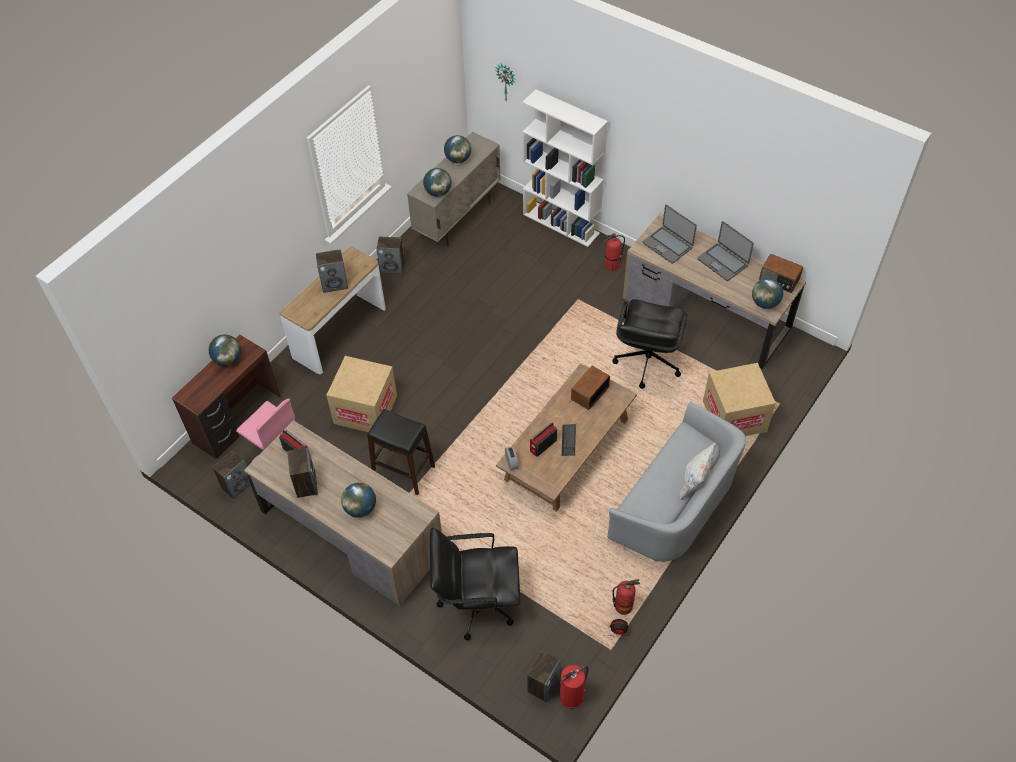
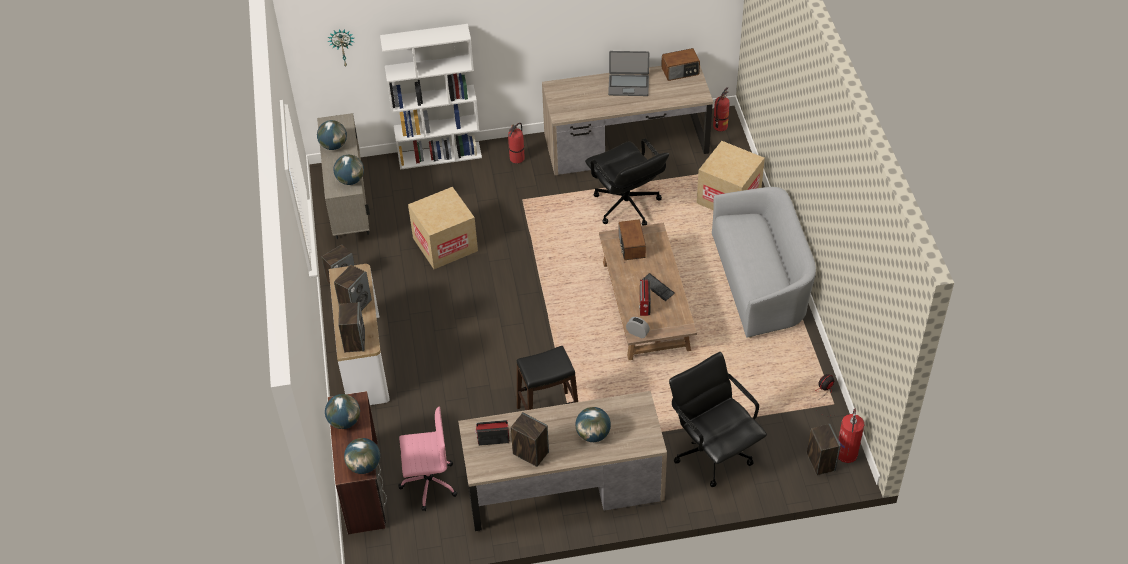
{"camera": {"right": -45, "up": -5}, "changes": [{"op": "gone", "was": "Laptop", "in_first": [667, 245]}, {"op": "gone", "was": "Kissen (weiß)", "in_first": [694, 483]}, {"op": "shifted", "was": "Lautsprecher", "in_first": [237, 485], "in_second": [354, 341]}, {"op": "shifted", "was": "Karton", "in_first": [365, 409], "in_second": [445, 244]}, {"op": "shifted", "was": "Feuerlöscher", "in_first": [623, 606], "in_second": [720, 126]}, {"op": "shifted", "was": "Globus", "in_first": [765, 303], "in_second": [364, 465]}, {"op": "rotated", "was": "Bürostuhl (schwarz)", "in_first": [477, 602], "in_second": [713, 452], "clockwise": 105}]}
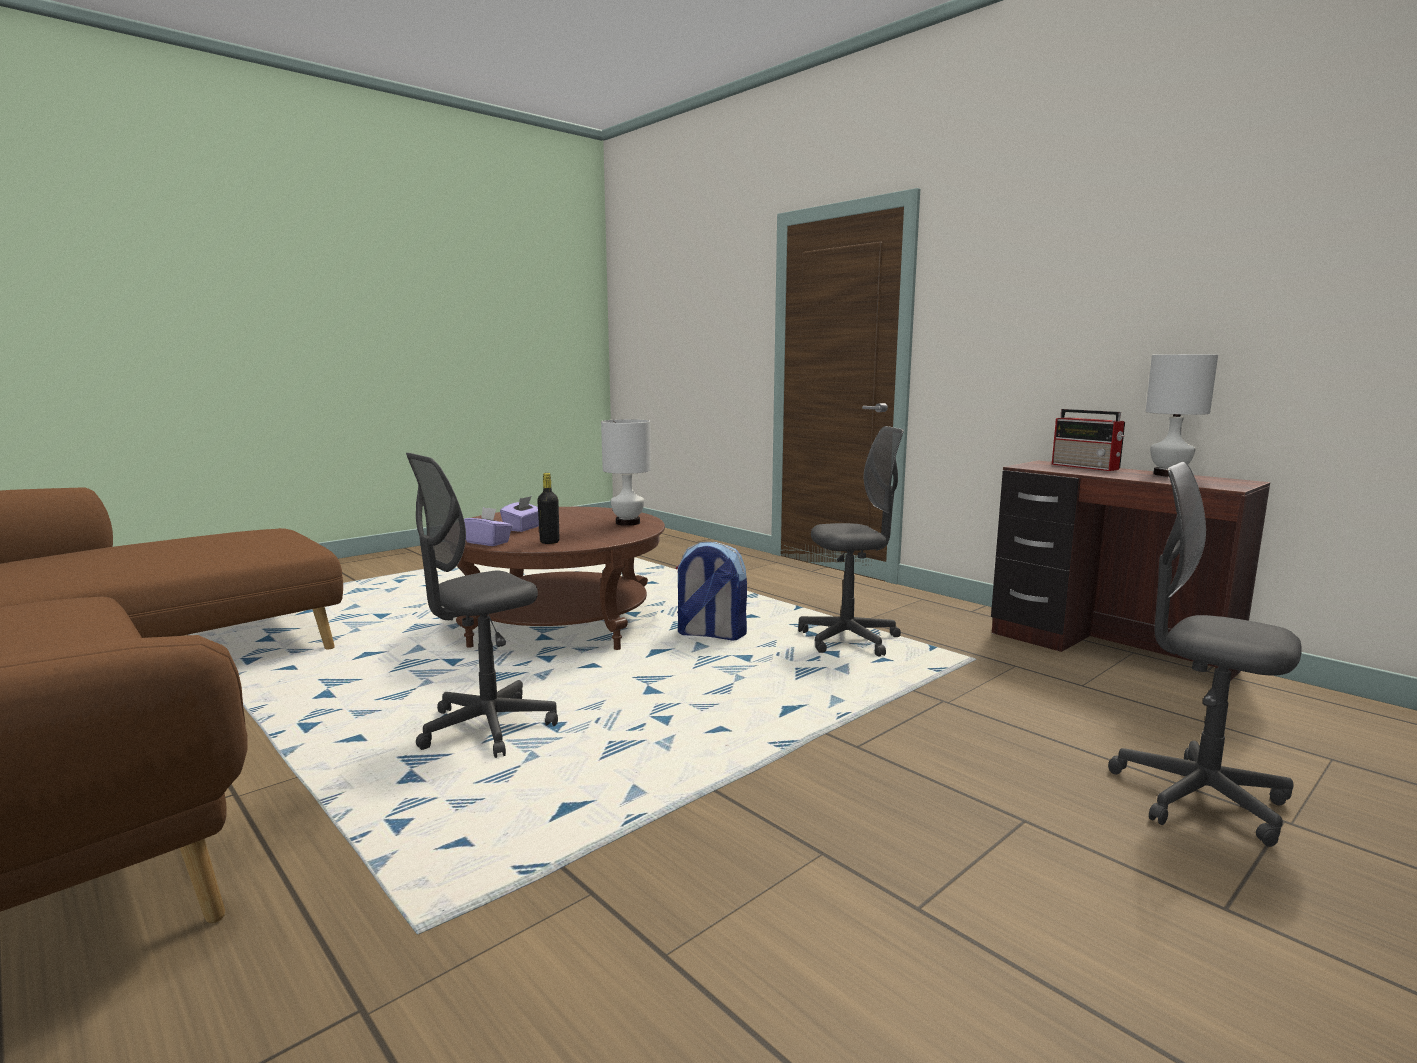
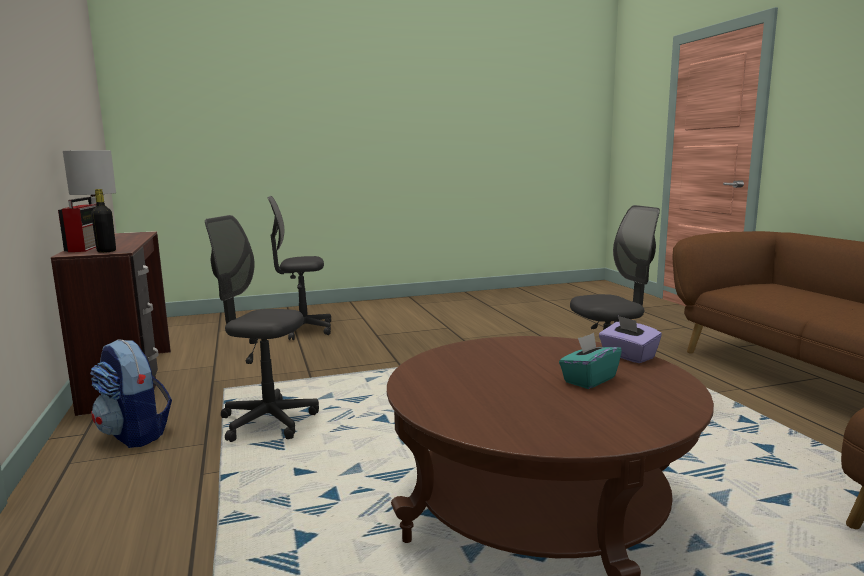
{"camera": {"right": -155, "up": 0}, "changes": [{"op": "gone", "was": "Tischlampe (weiß)", "in_first": [628, 523]}, {"op": "shifted", "was": "Flasche (schwarz)", "in_first": [549, 542], "in_second": [106, 251]}, {"op": "shifted", "was": "Rucksack", "in_first": [710, 635], "in_second": [135, 435]}, {"op": "repainted", "was": "Taschentuchbox (lila)", "now": "Taschentuchbox (türkis)", "in_first": [524, 528], "in_second": [589, 380]}, {"op": "rotated", "was": "Bürostuhl (grau)", "in_first": [1198, 798], "in_second": [302, 331], "clockwise": 105}]}
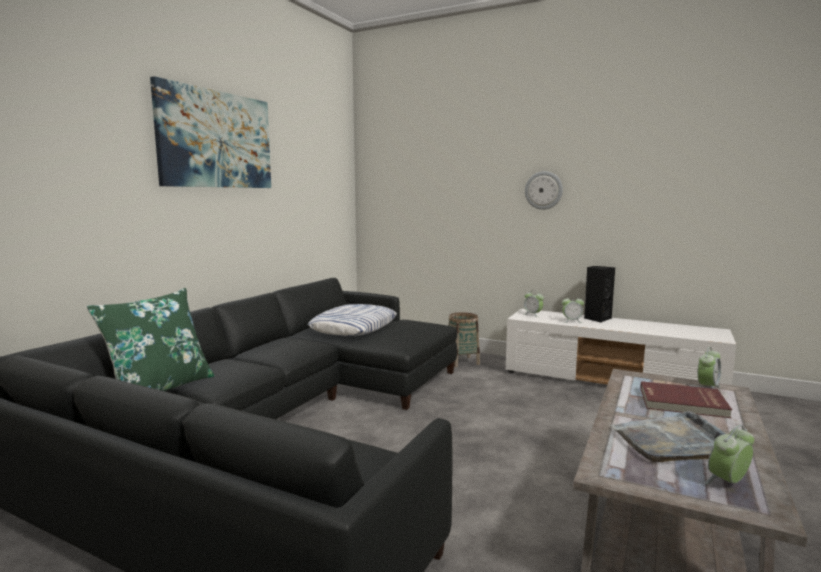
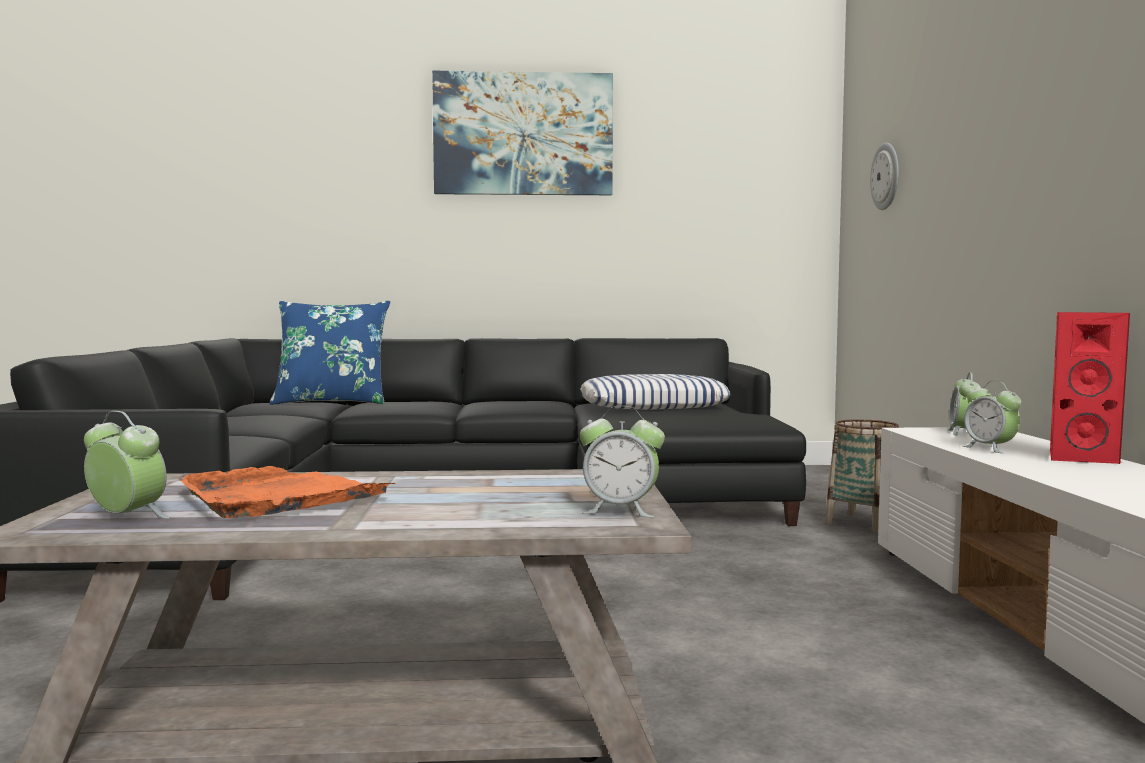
{"camera": {"right": 60, "up": -5}, "changes": [{"op": "gone", "was": "Buch (rot)", "in_first": [682, 403]}, {"op": "shifted", "was": "Wanduhr", "in_first": [543, 190], "in_second": [886, 176]}, {"op": "repainted", "was": "Kissen (grün)", "now": "Kissen (blau)", "in_first": [160, 389], "in_second": [332, 402]}, {"op": "repainted", "was": "Lautsprecher (schwarz)", "now": "Lautsprecher (rot)", "in_first": [597, 319], "in_second": [1079, 458]}, {"op": "repainted", "was": "Tablett (grau)", "now": "Tablett (orange)", "in_first": [673, 441], "in_second": [279, 498]}]}
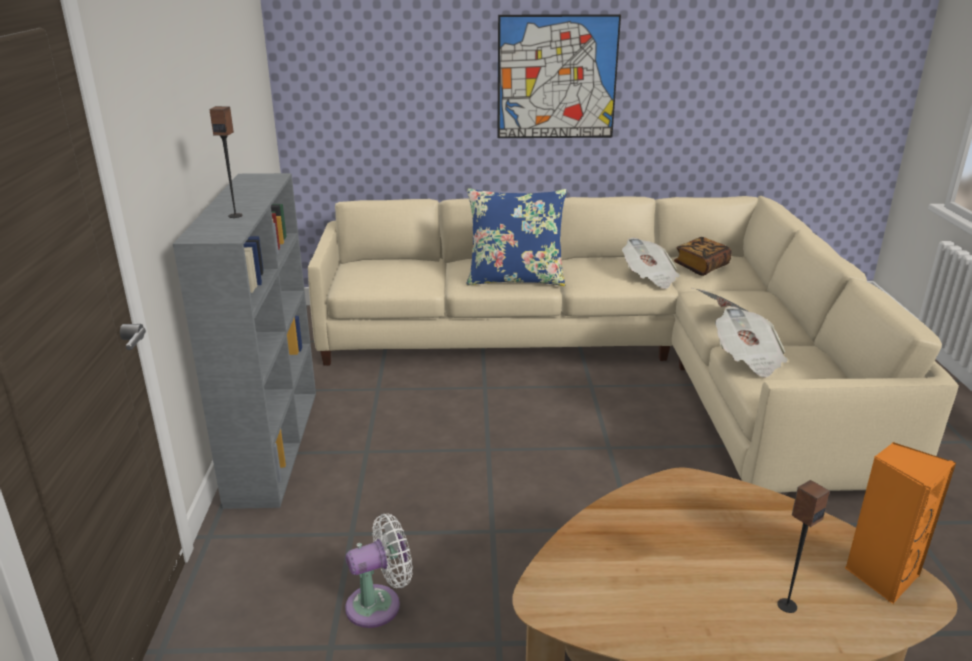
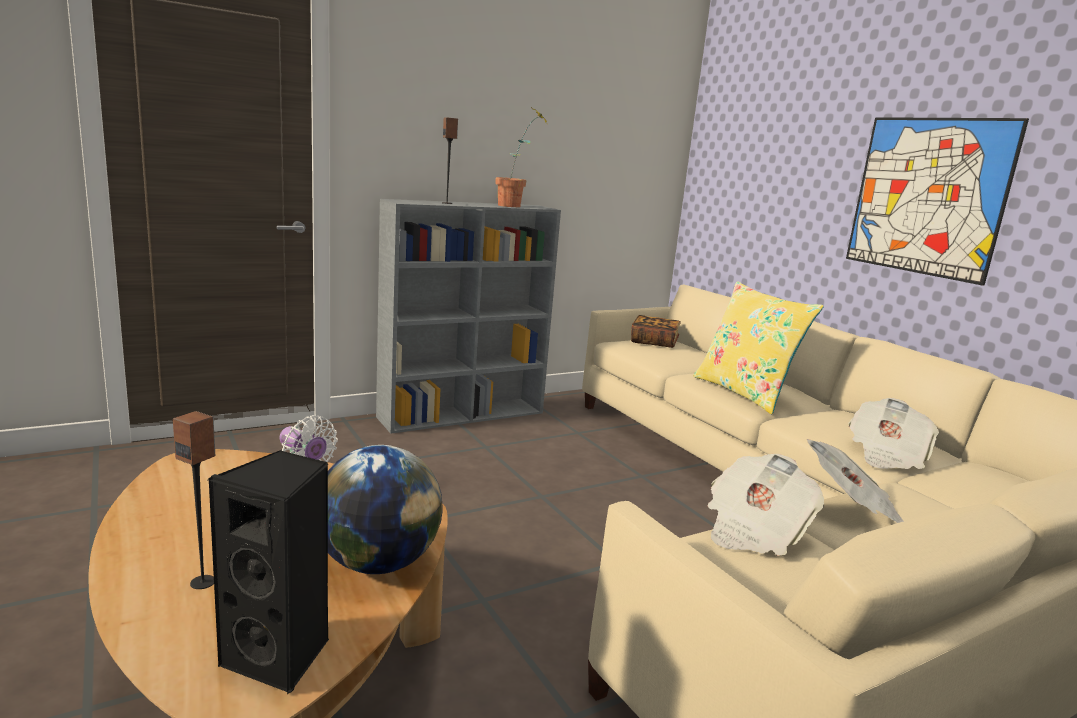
{"camera": {"right": 60, "up": -10}, "changes": [{"op": "new", "now": "Globus", "in_second": [377, 563]}, {"op": "new", "now": "Topfpflanze", "in_second": [516, 206]}, {"op": "shifted", "was": "Buch", "in_first": [701, 267], "in_second": [654, 342]}, {"op": "repainted", "was": "Kissen (blau)", "now": "Kissen (gelb)", "in_first": [515, 279], "in_second": [744, 393]}, {"op": "repainted", "was": "Lautsprecher (orange)", "now": "Lautsprecher (schwarz)", "in_first": [880, 575], "in_second": [281, 656]}]}
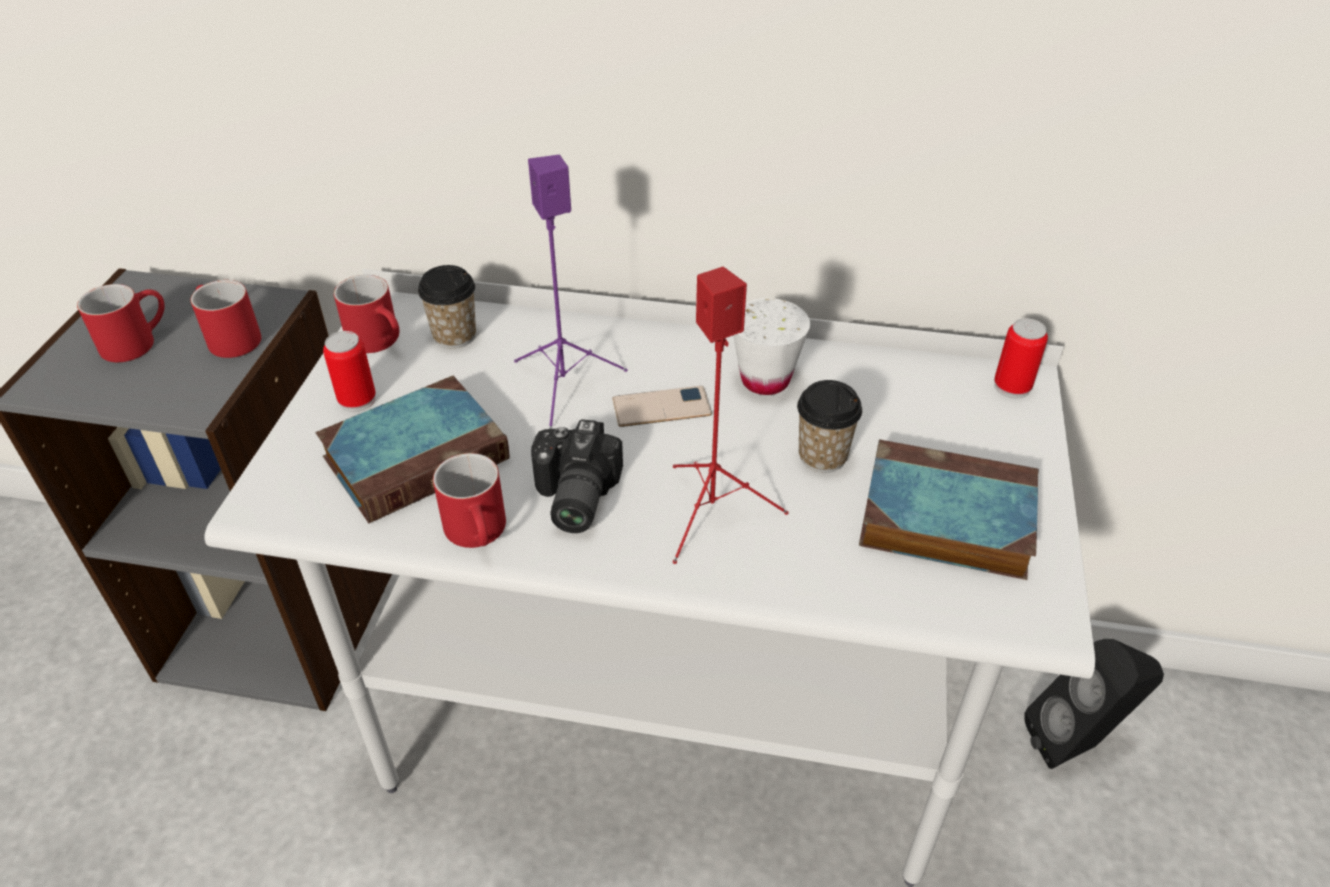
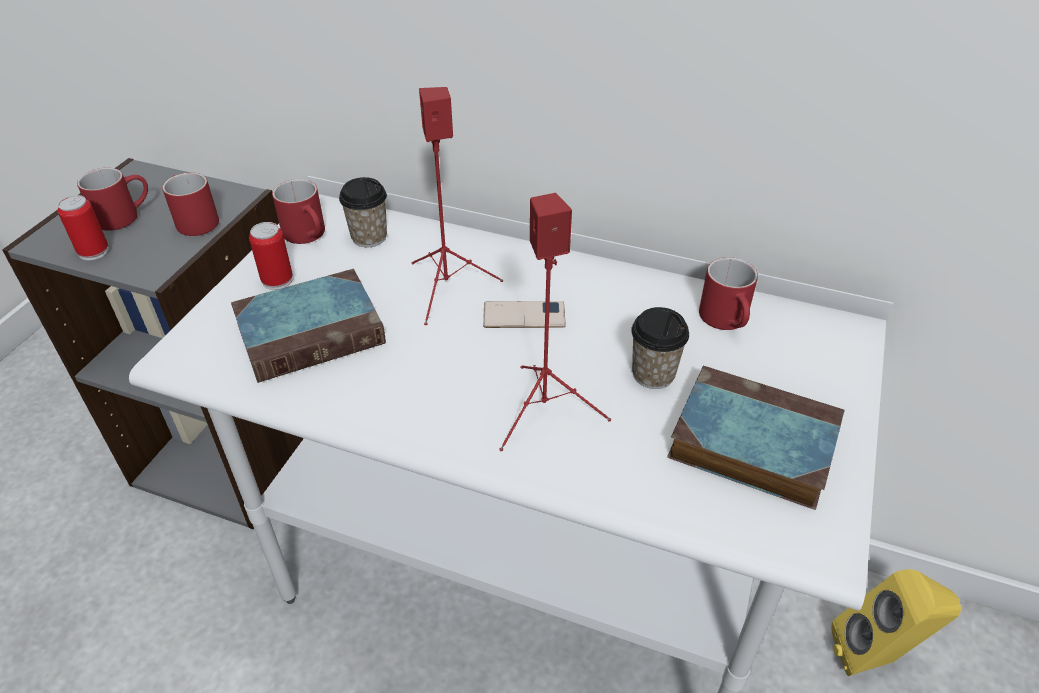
{"camera": {"right": 10, "up": 0}, "changes": [{"op": "gone", "was": "Kamera", "in_first": [571, 498]}, {"op": "gone", "was": "Tasse (weiß)", "in_first": [765, 380]}, {"op": "shifted", "was": "Henkelbecher (rot)", "in_first": [480, 533], "in_second": [728, 321]}, {"op": "shifted", "was": "Dose", "in_first": [1012, 387], "in_second": [93, 251]}, {"op": "repainted", "was": "Lautsprecher (lila)", "now": "Lautsprecher (rot)", "in_first": [564, 387], "in_second": [447, 289]}, {"op": "repainted", "was": "Lautsprecher (schwarz)", "now": "Lautsprecher (gelb)", "in_first": [1075, 743], "in_second": [875, 656]}]}
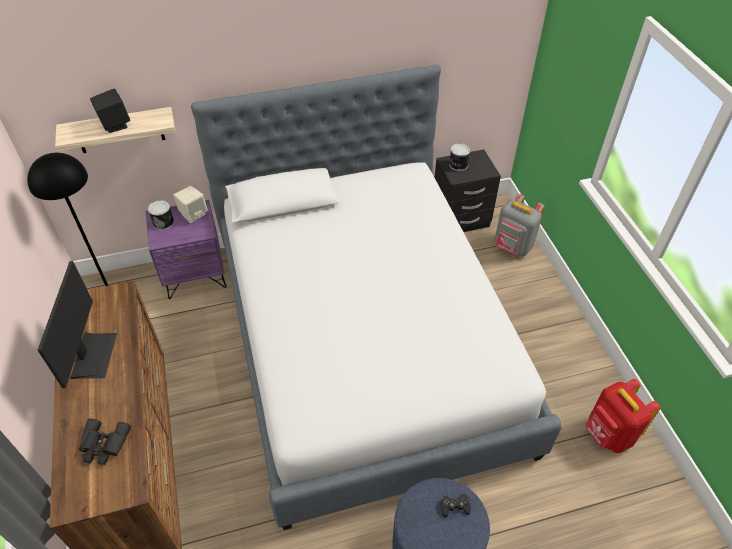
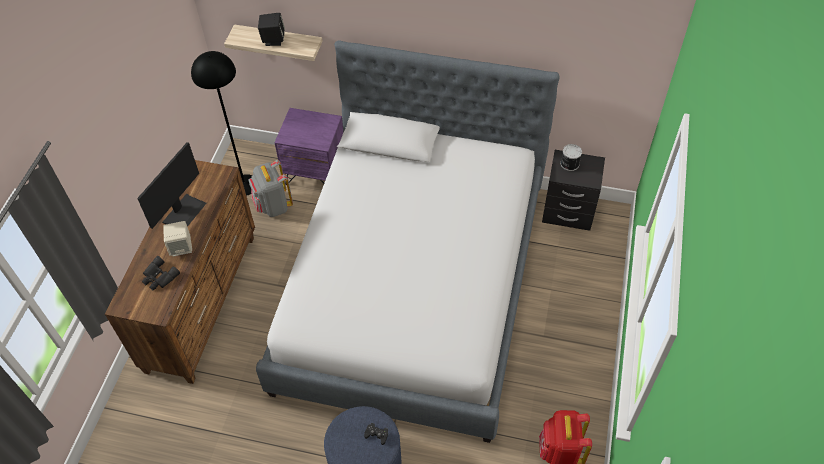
{"camera": {"right": 30, "up": 5}, "changes": [{"op": "gone", "was": "Dose", "in_first": [164, 222]}, {"op": "shifted", "was": "Lautsprecher (beige)", "in_first": [193, 214], "in_second": [181, 247]}, {"op": "shifted", "was": "Rucksack (grau)", "in_first": [512, 247], "in_second": [273, 206]}]}
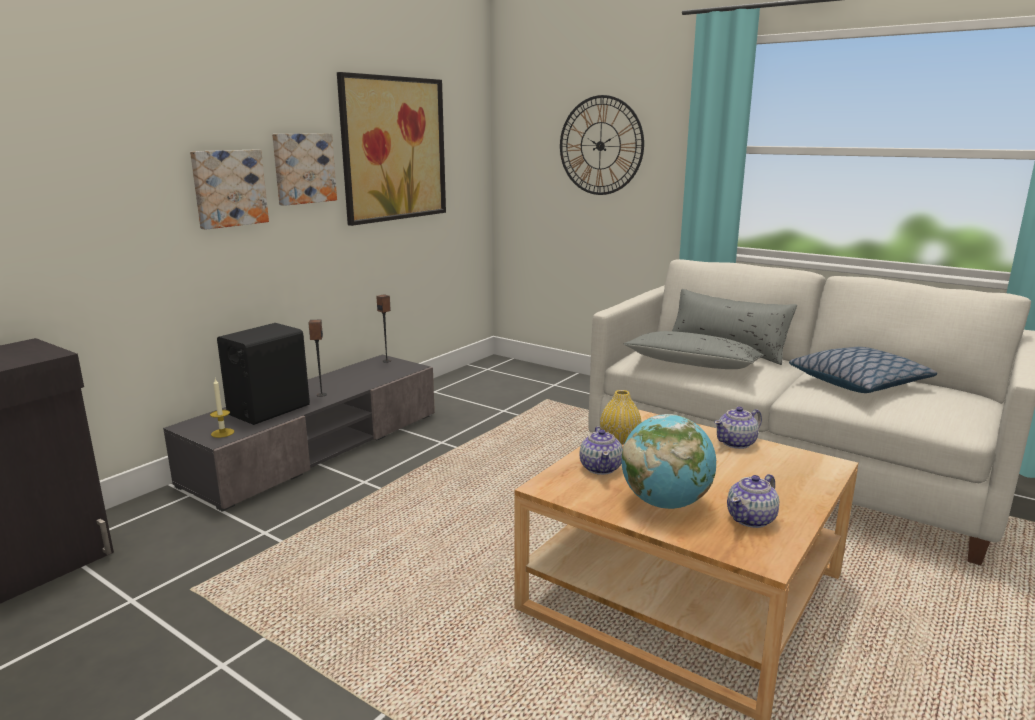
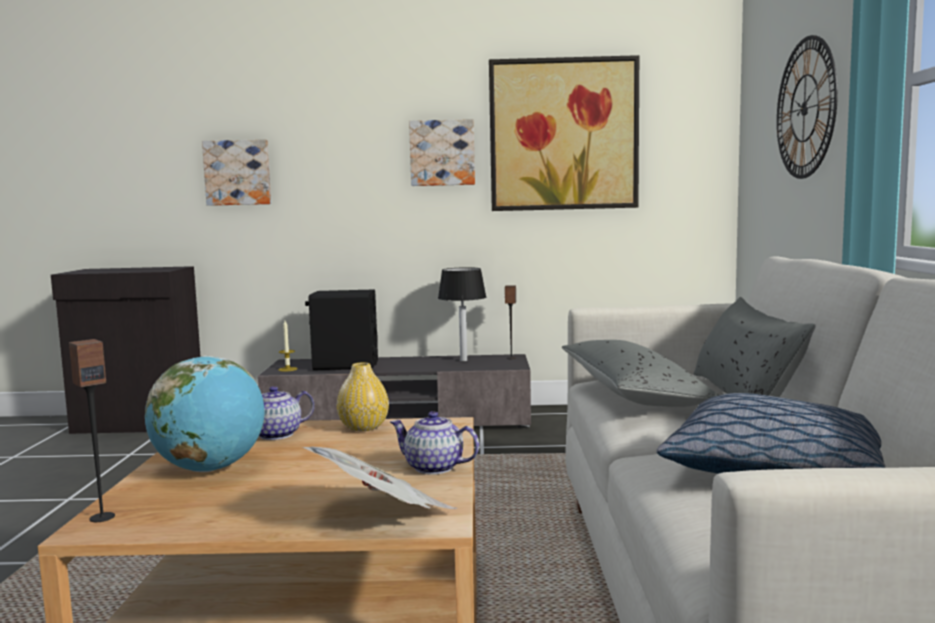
{"camera": {"right": 55, "up": -10}, "changes": [{"op": "gone", "was": "Teekanne", "in_first": [751, 519]}, {"op": "new", "now": "Zeitung", "in_second": [383, 515]}, {"op": "new", "now": "Tischlampe", "in_second": [463, 360]}, {"op": "shifted", "was": "Bild", "in_first": [228, 188], "in_second": [238, 172]}, {"op": "shifted", "was": "Lautsprecher", "in_first": [321, 395], "in_second": [102, 517]}]}
